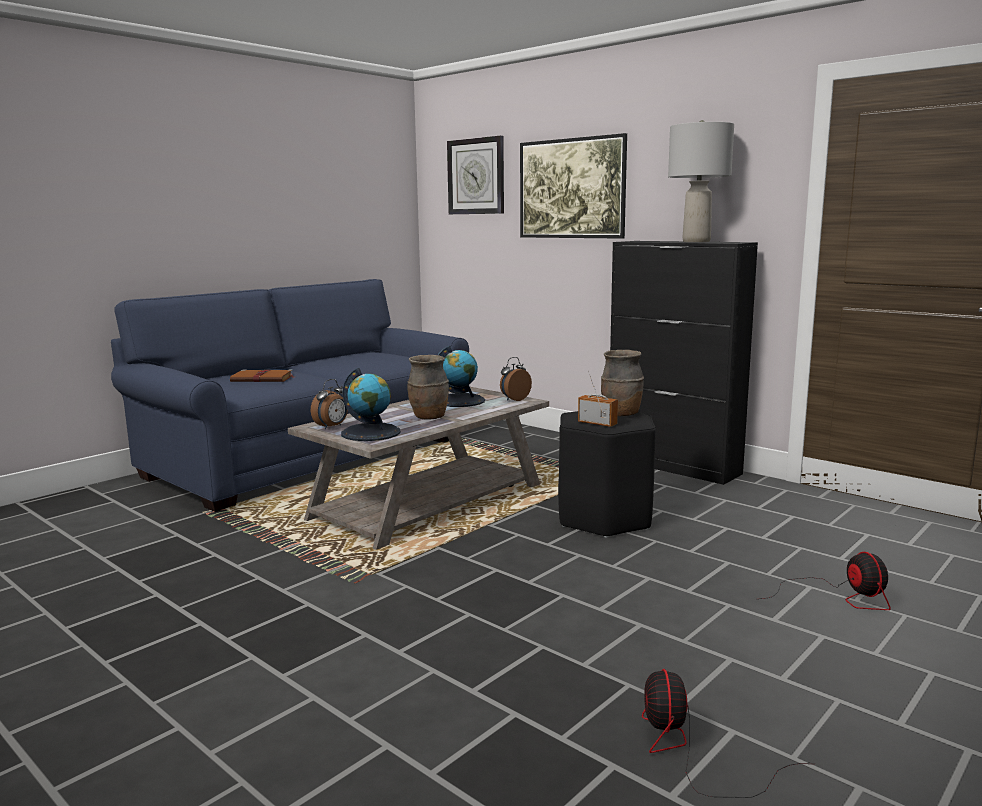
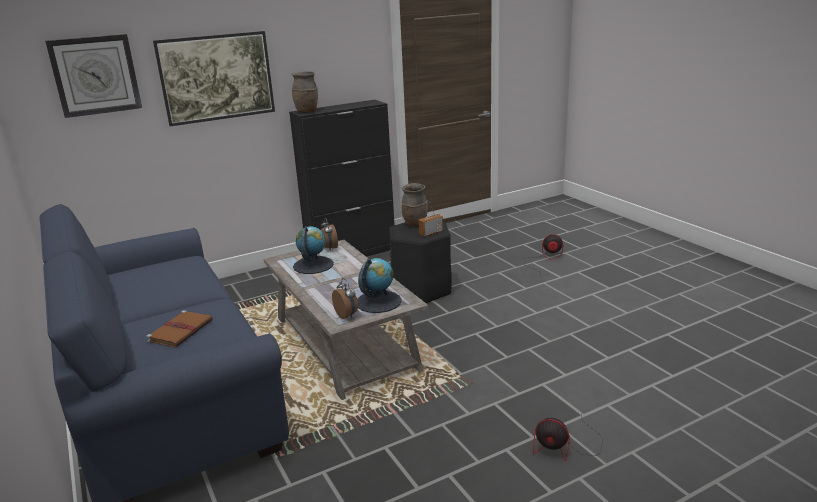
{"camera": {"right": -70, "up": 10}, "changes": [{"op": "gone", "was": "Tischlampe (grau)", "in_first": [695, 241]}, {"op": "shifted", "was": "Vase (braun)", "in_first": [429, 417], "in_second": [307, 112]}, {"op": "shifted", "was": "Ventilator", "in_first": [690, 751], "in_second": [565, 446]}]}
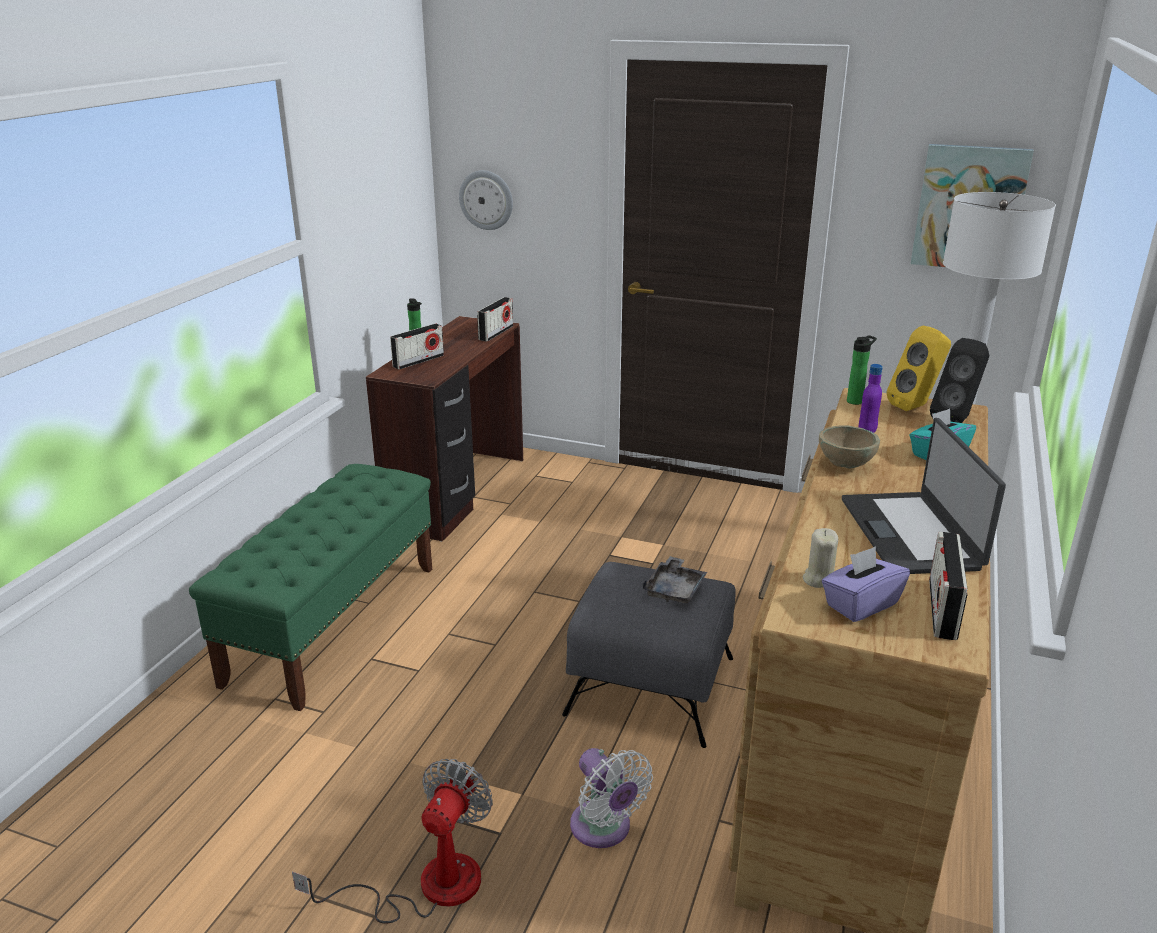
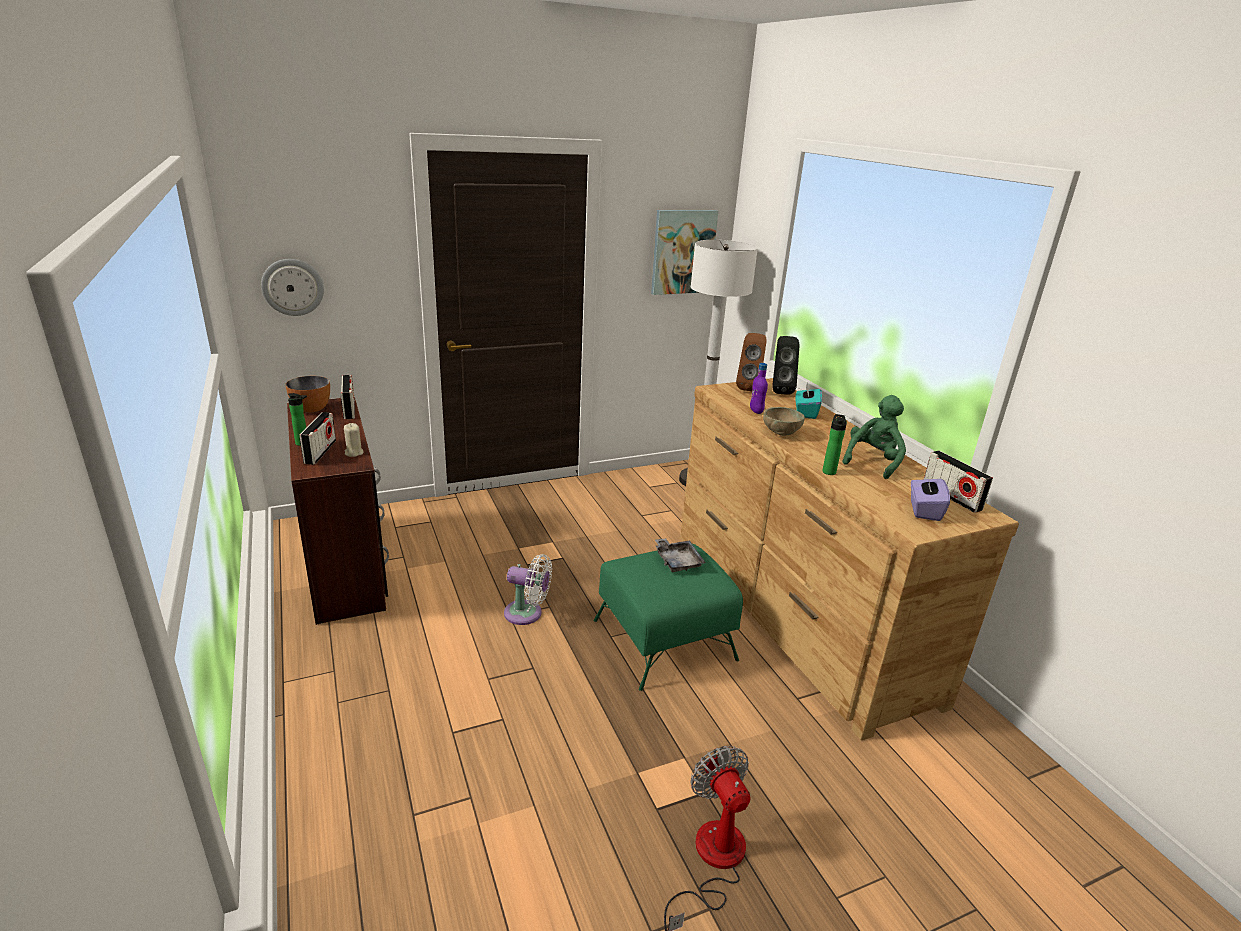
{"camera": {"right": -45, "up": 0}, "changes": [{"op": "gone", "was": "Bank (grün)", "in_first": [334, 622]}, {"op": "new", "now": "Schüssel", "in_second": [311, 409]}, {"op": "shifted", "was": "Ventilator (weiß)", "in_first": [604, 829], "in_second": [527, 614]}, {"op": "shifted", "was": "Kerze (beige)", "in_first": [818, 579], "in_second": [354, 453]}, {"op": "shifted", "was": "Flasche", "in_first": [856, 401], "in_second": [829, 471]}, {"op": "swapped", "was": "Laptop", "now": "Plüschtier (grün)", "in_first": [911, 533], "in_second": [873, 462]}, {"op": "repainted", "was": "Polsterhocker (grau)", "now": "Polsterhocker (grün)", "in_first": [652, 686], "in_second": [665, 639]}, {"op": "repainted", "was": "Lautsprecher (gelb)", "now": "Lautsprecher (braun)", "in_first": [915, 407], "in_second": [748, 387]}]}
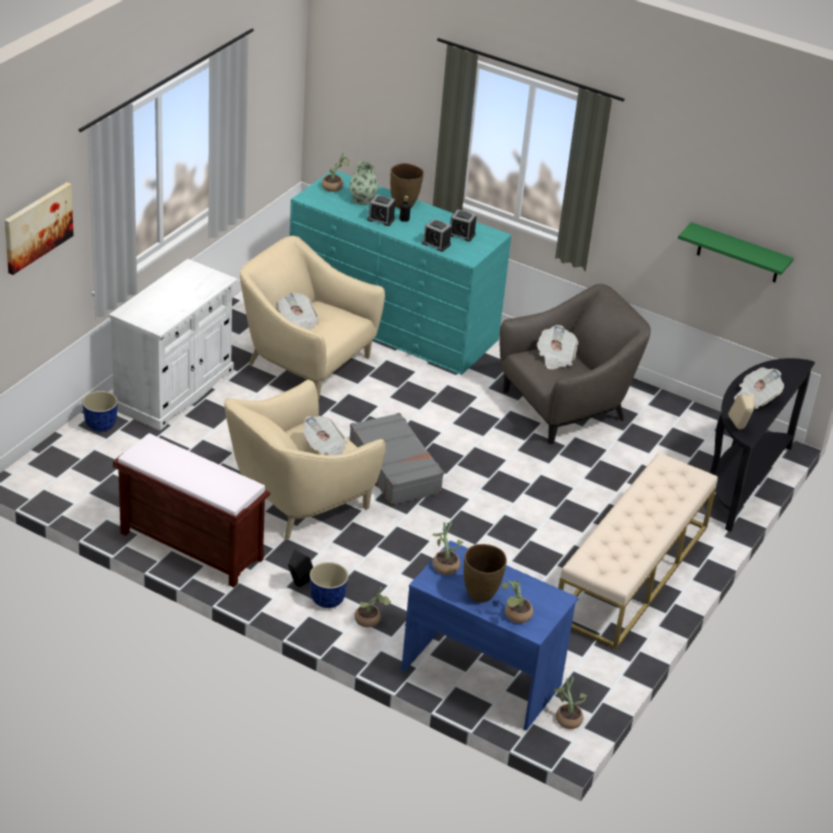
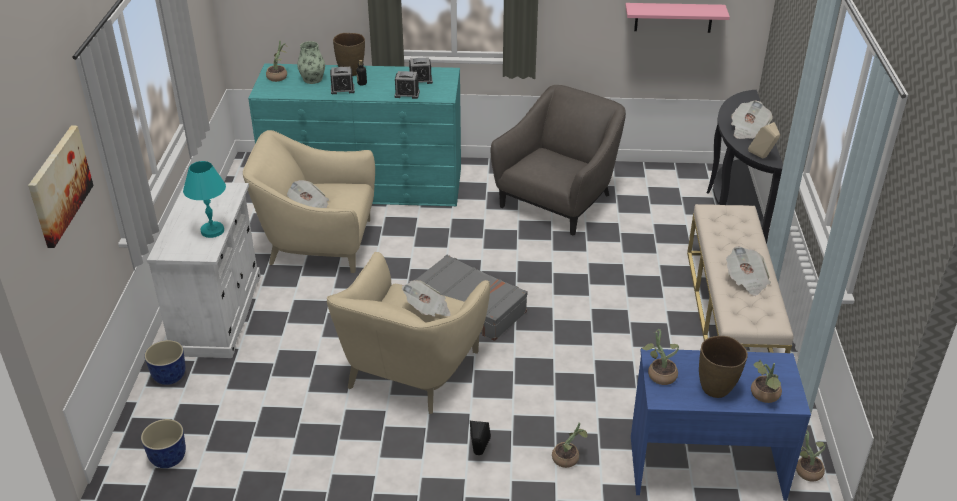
{"camera": {"right": -25, "up": 0}, "changes": [{"op": "gone", "was": "Bank (braun)", "in_first": [190, 546]}, {"op": "new", "now": "Tischlampe (türkis)", "in_second": [212, 230]}, {"op": "shifted", "was": "Pflanzkübel", "in_first": [327, 600], "in_second": [168, 458]}, {"op": "shifted", "was": "Zeitung", "in_first": [555, 357], "in_second": [746, 281]}, {"op": "repainted", "was": "Wandregal (grün)", "now": "Wandregal (rosa)", "in_first": [738, 253], "in_second": [673, 17]}]}
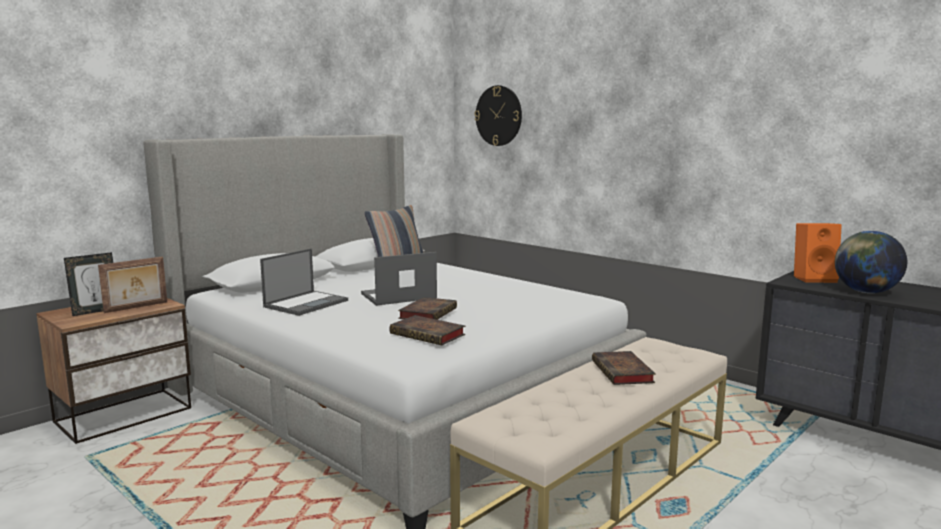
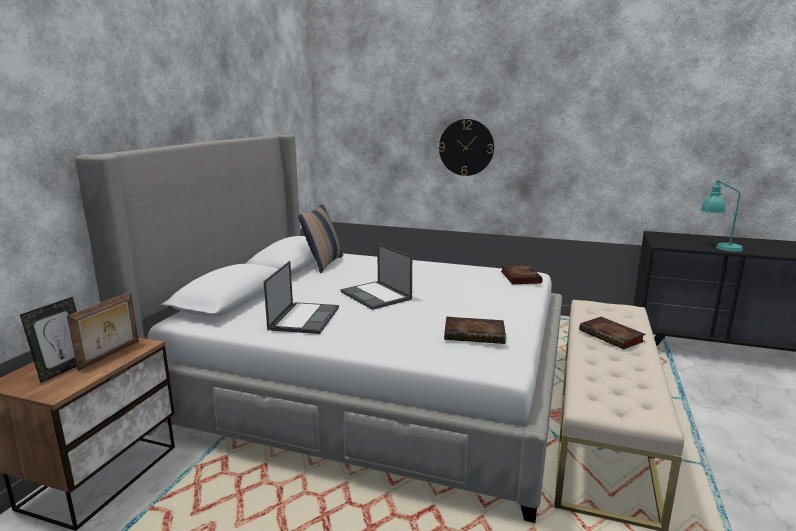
{"camera": {"right": -25, "up": 5}, "changes": [{"op": "gone", "was": "Lautsprecher (orange)", "in_first": [814, 279]}, {"op": "shifted", "was": "Buch", "in_first": [428, 313], "in_second": [519, 277]}, {"op": "shifted", "was": "Wanduhr", "in_first": [498, 115], "in_second": [466, 147]}, {"op": "swapped", "was": "Globus", "now": "Tischlampe (türkis)", "in_first": [865, 292], "in_second": [717, 247]}, {"op": "rotated", "was": "Laptop", "in_first": [397, 296], "in_second": [376, 296], "clockwise": -75}]}
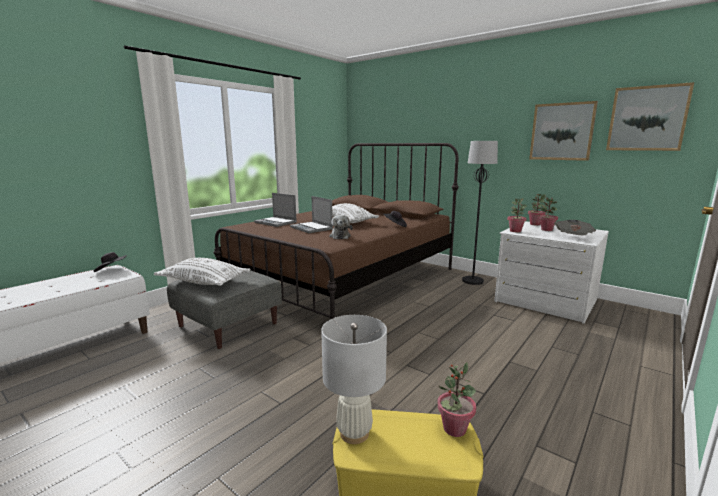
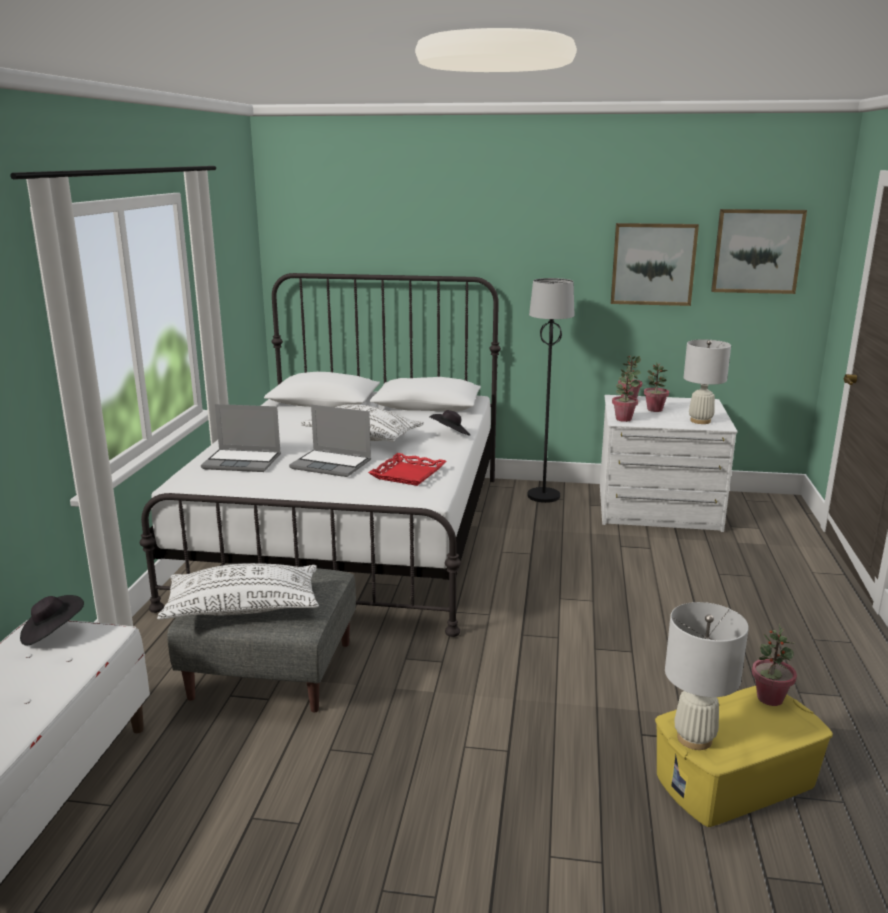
{"camera": {"right": -30, "up": 5}, "changes": [{"op": "swapped", "was": "Plüschtier", "now": "Tablett (rot)", "in_first": [340, 236], "in_second": [407, 474]}, {"op": "swapped", "was": "Zeitung", "now": "Tischlampe (weiß)", "in_first": [573, 238], "in_second": [700, 421]}, {"op": "repainted", "was": "Bett (braun)", "now": "Bett (weiß)", "in_first": [344, 278], "in_second": [352, 535]}]}
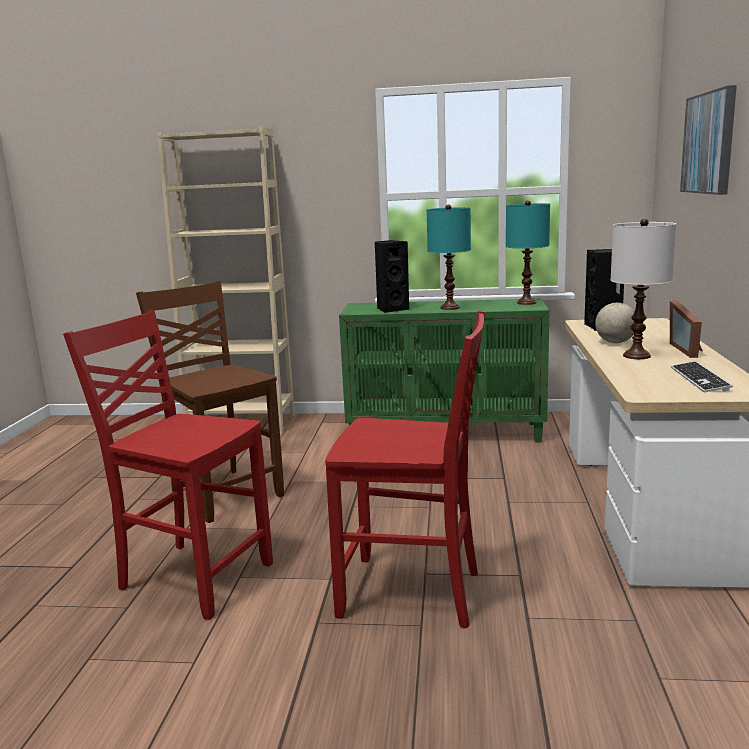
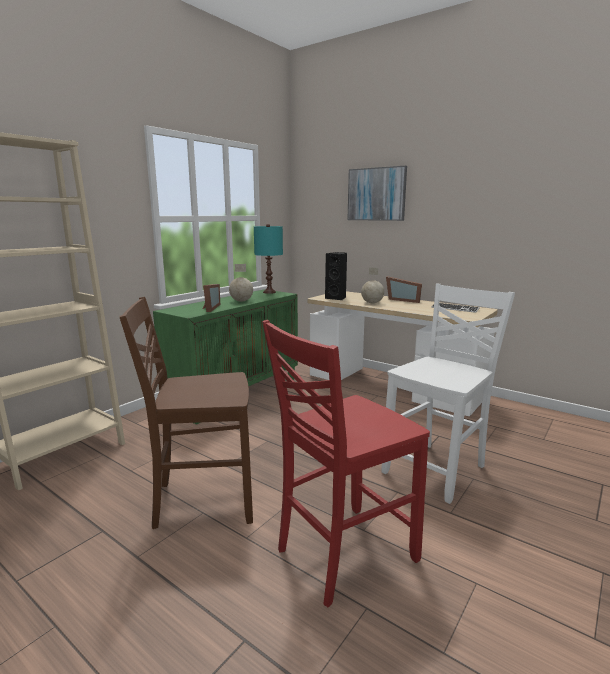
{"camera": {"right": -60, "up": 0}, "changes": [{"op": "gone", "was": "Tischlampe (weiß)", "in_first": [637, 356]}, {"op": "swapped", "was": "Lautsprecher (schwarz)", "now": "Bilderrahmen", "in_first": [391, 309], "in_second": [209, 308]}, {"op": "swapped", "was": "Tischlampe (türkis)", "now": "Globus", "in_first": [450, 308], "in_second": [241, 301]}, {"op": "repainted", "was": "Stuhl (rot)", "now": "Stuhl (weiß)", "in_first": [413, 593], "in_second": [437, 470]}]}
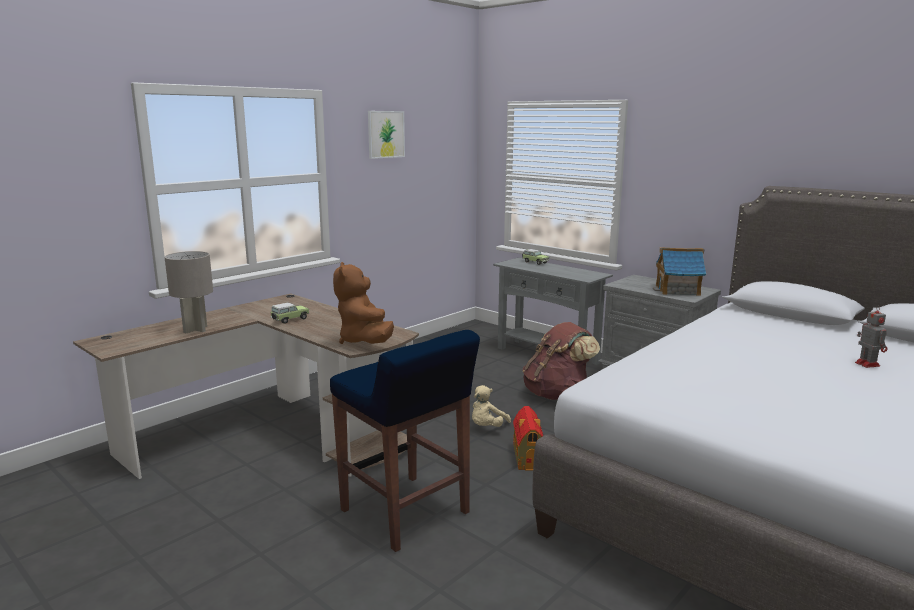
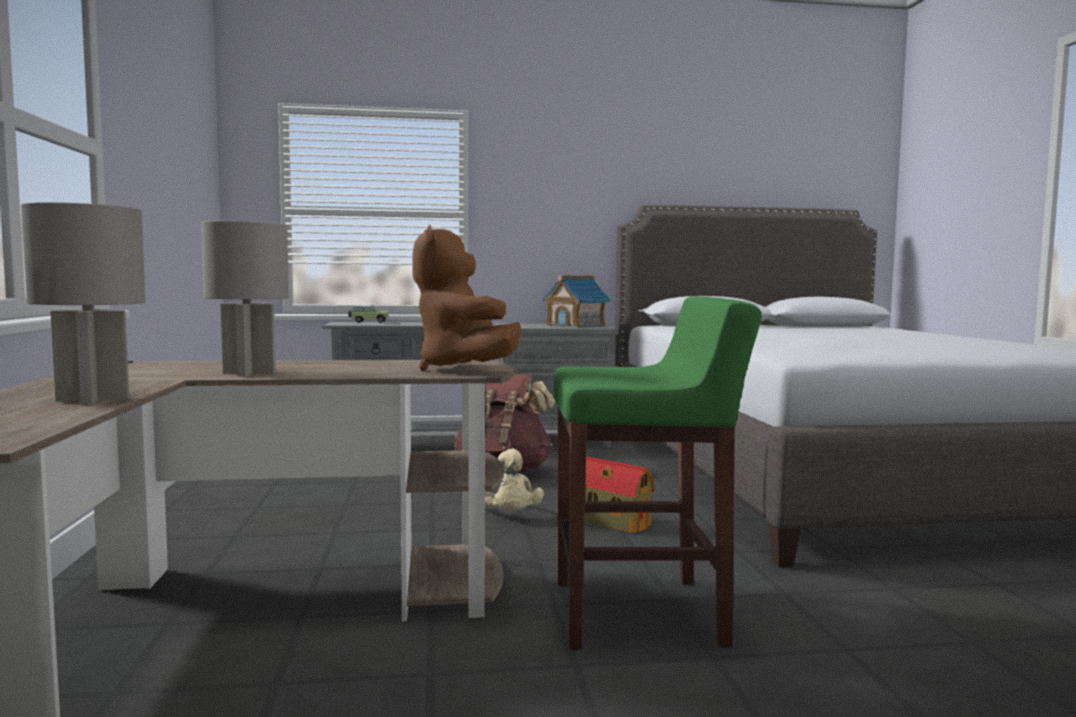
{"camera": {"right": -50, "up": -10}, "changes": [{"op": "gone", "was": "Bild", "in_first": [386, 134]}, {"op": "gone", "was": "Spielzeugroboter", "in_first": [866, 364]}, {"op": "swapped", "was": "Spielzeugauto", "now": "Tischlampe (grau)", "in_first": [289, 320], "in_second": [248, 373]}, {"op": "repainted", "was": "Hocker (blau)", "now": "Hocker (grün)", "in_first": [406, 513], "in_second": [641, 613]}, {"op": "rotated", "was": "Plüschtier (braun)", "in_first": [364, 341], "in_second": [462, 369], "clockwise": 45}]}
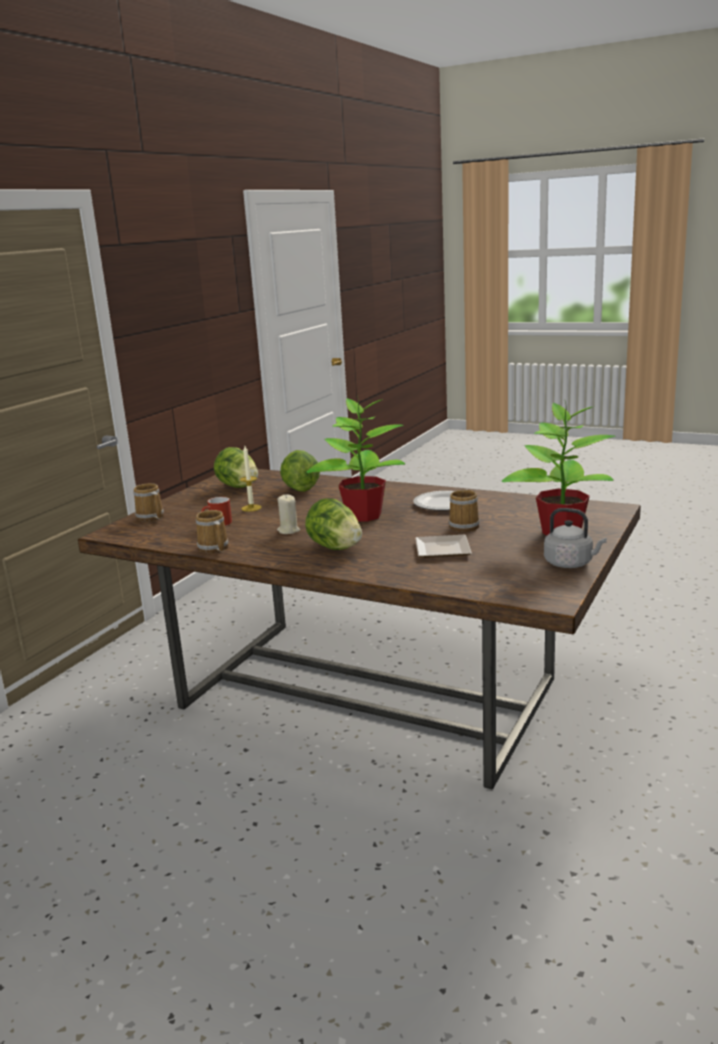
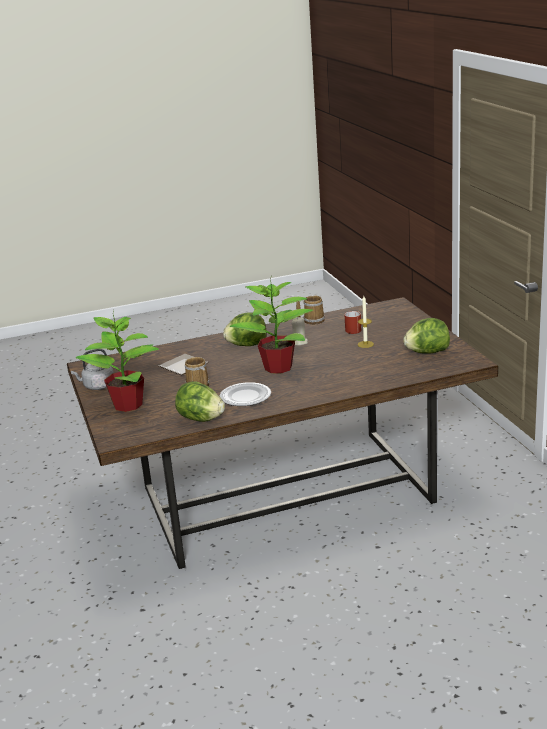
{"camera": {"right": 135, "up": 5}, "changes": [{"op": "gone", "was": "Henkelbecher", "in_first": [150, 517]}, {"op": "shifted", "was": "Salatkopf", "in_first": [300, 489], "in_second": [201, 419]}]}
